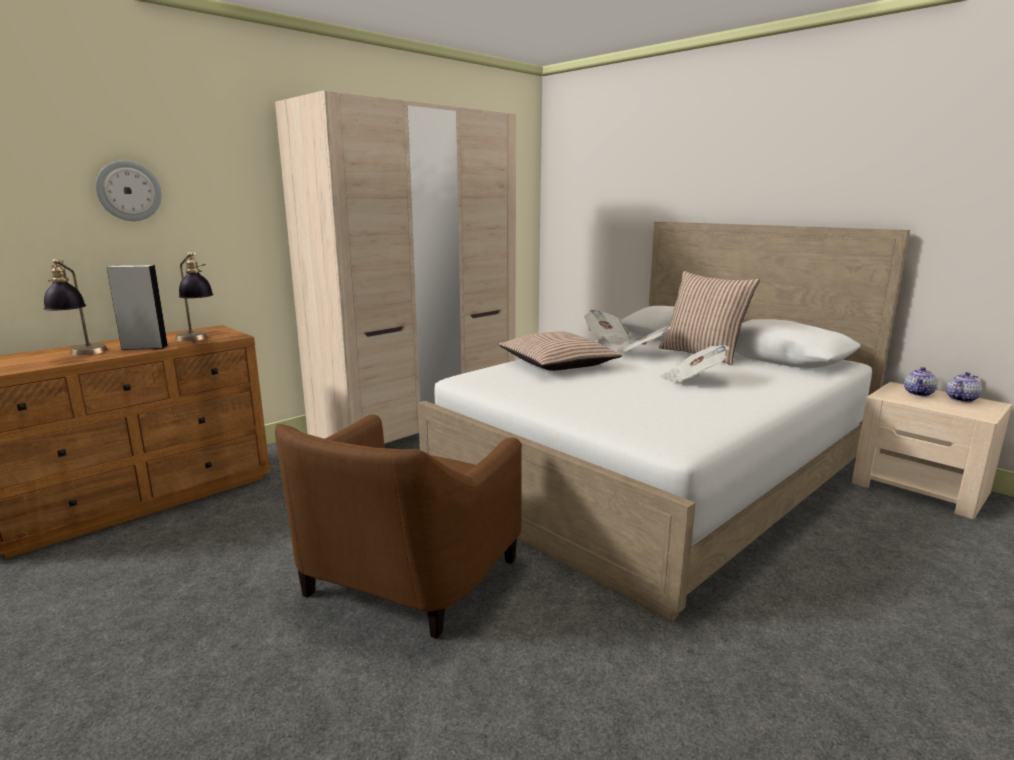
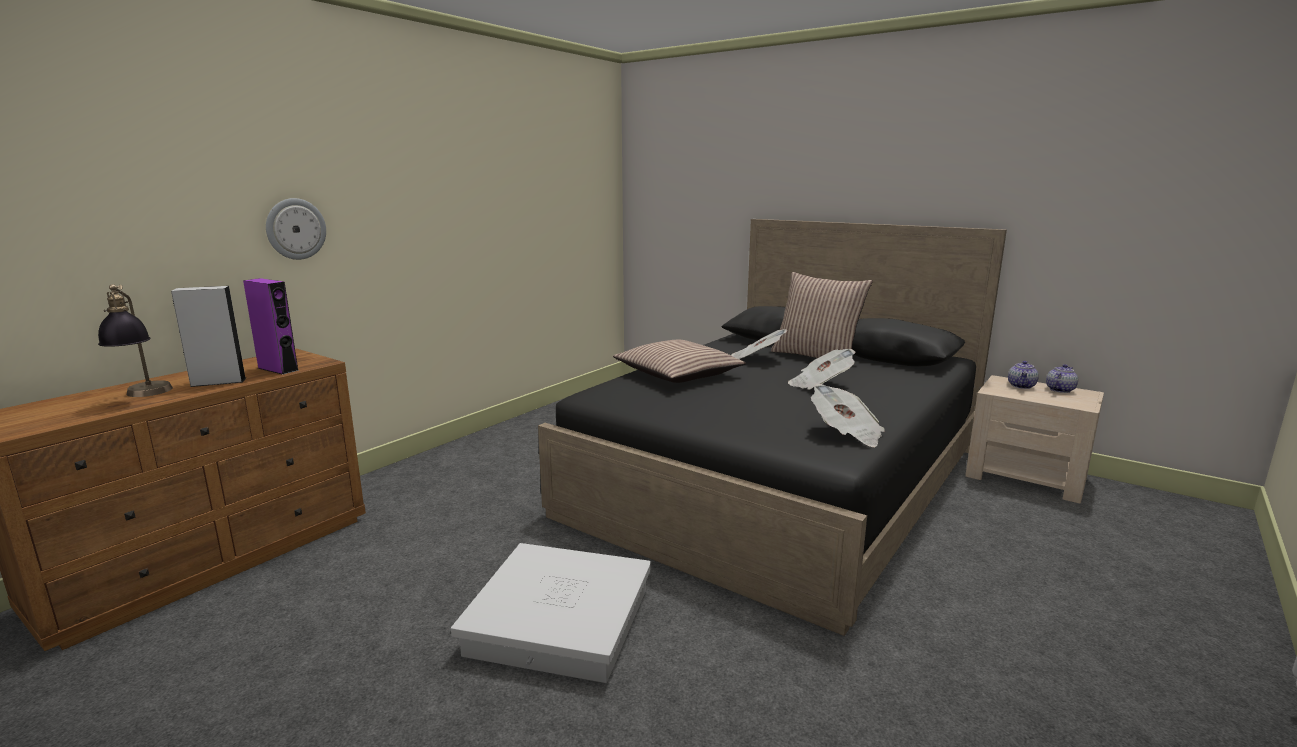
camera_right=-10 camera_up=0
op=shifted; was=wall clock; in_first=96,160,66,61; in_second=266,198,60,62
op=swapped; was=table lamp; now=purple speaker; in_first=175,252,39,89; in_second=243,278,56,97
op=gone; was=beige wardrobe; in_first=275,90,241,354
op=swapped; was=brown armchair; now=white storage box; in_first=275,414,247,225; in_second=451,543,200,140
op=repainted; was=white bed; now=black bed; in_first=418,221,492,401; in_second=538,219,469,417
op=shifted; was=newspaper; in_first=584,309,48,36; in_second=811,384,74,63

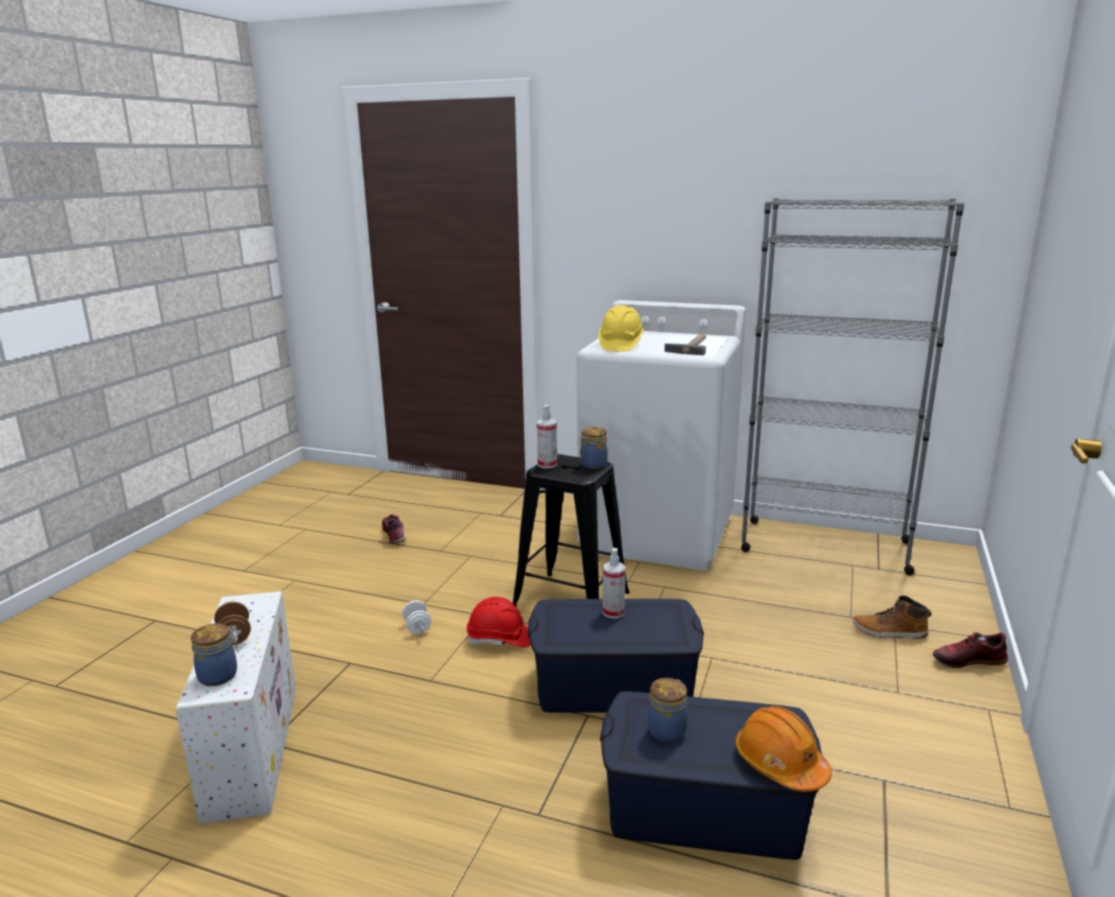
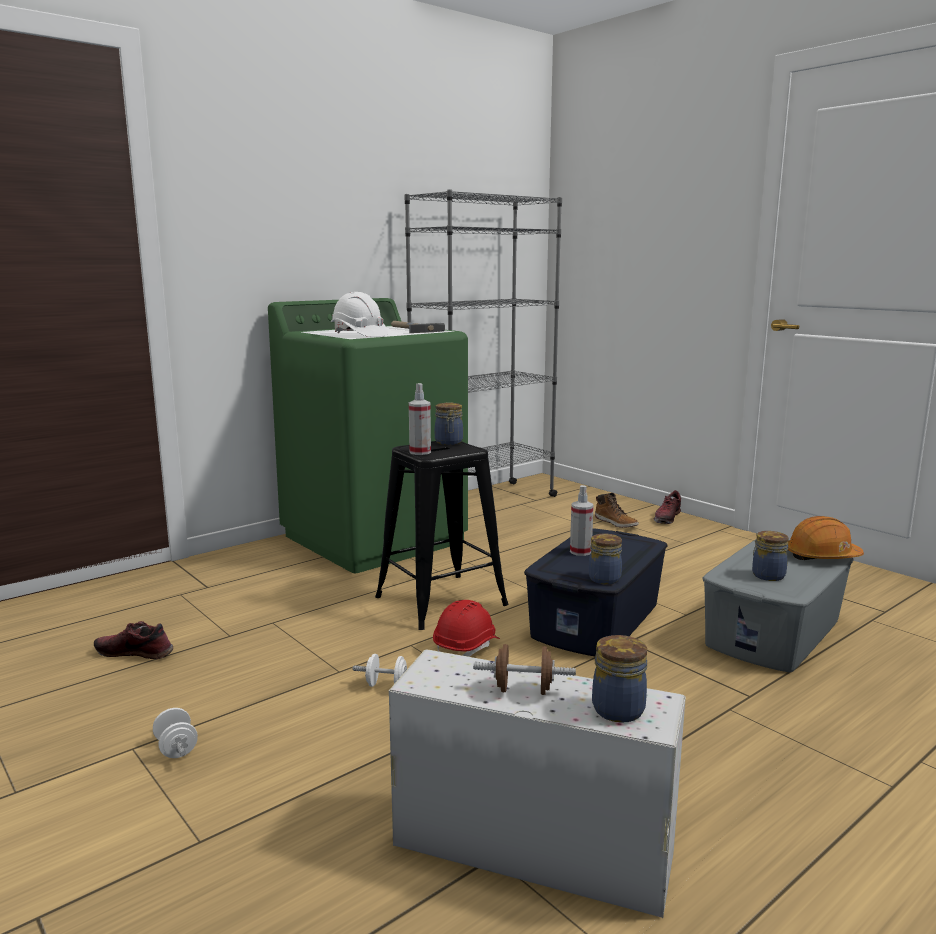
camera_right=-60 camera_up=-5
op=repainted; was=white washing machine; now=green washing machine; in_first=576,300,170,271; in_second=268,298,200,275
op=repainted; was=yellow hard hat; now=white hard hat; in_first=599,305,45,46; in_second=331,292,58,45
op=repainted; was=blue storage box; now=grey storage box; in_first=600,691,222,169; in_second=703,540,151,132
op=rotated; was=boot; in_first=853,596,78,43; in_second=595,493,44,35; clockwise=-75
op=new; now=white dumbbell; in_second=153,708,45,50
op=new; now=jar; in_second=588,534,34,50

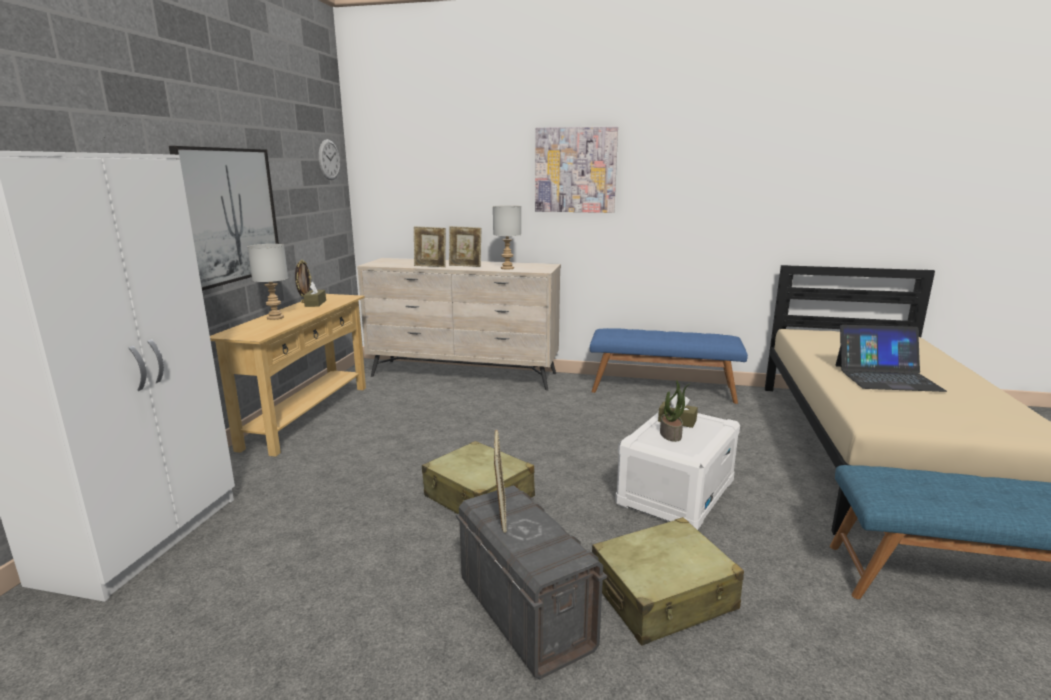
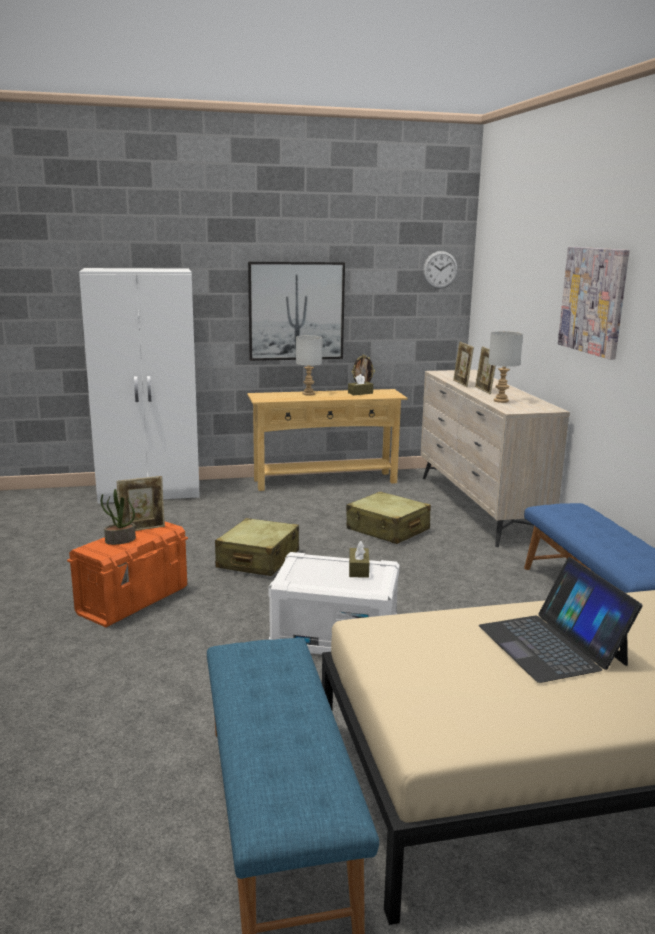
camera_right=65 camera_up=0
op=repainted; was=grey storage box; now=orange storage box; in_first=456,485,151,194; in_second=67,522,121,105
op=shifted; was=beige suitcase; in_first=592,517,152,129; in_second=346,491,85,53
op=shifted; was=potted plant; in_first=660,380,31,62; in_second=101,489,35,56

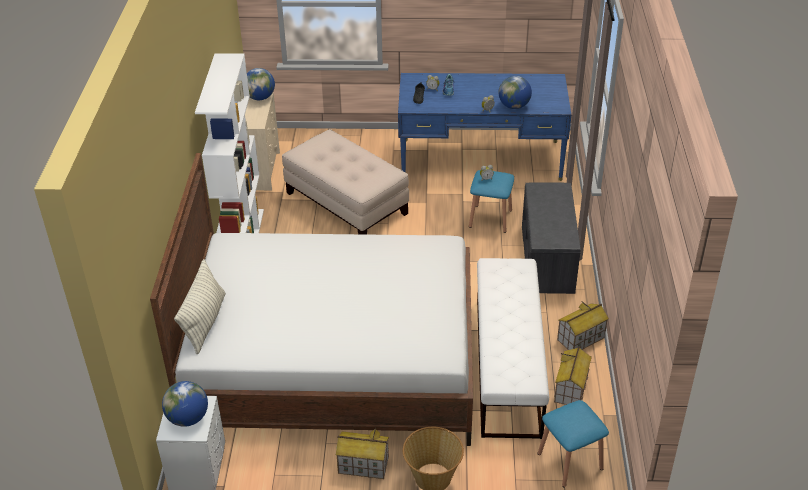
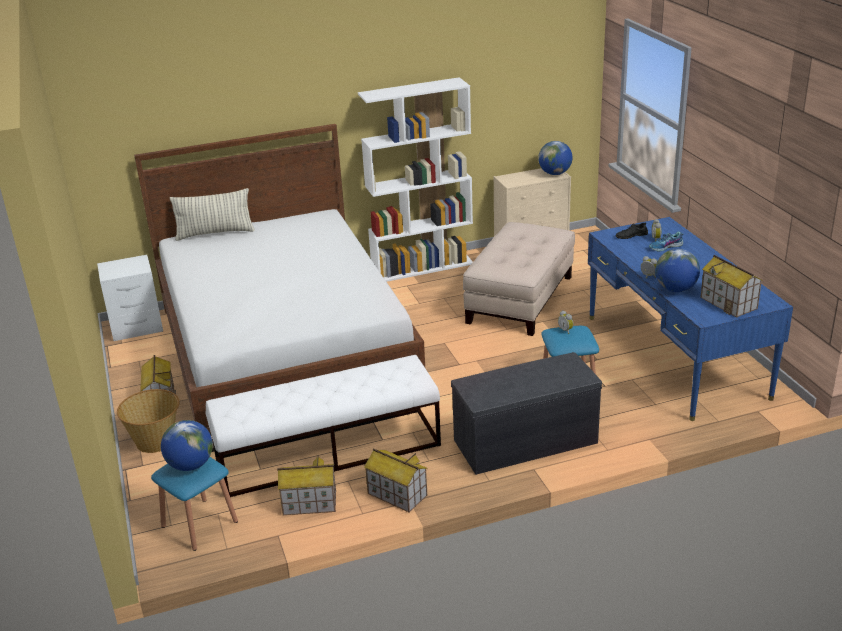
camera_right=70 camera_up=-10
op=shifted; was=globe; in_first=162,381,46,46; in_second=161,420,52,51
op=new; now=toy house; in_second=701,255,62,63

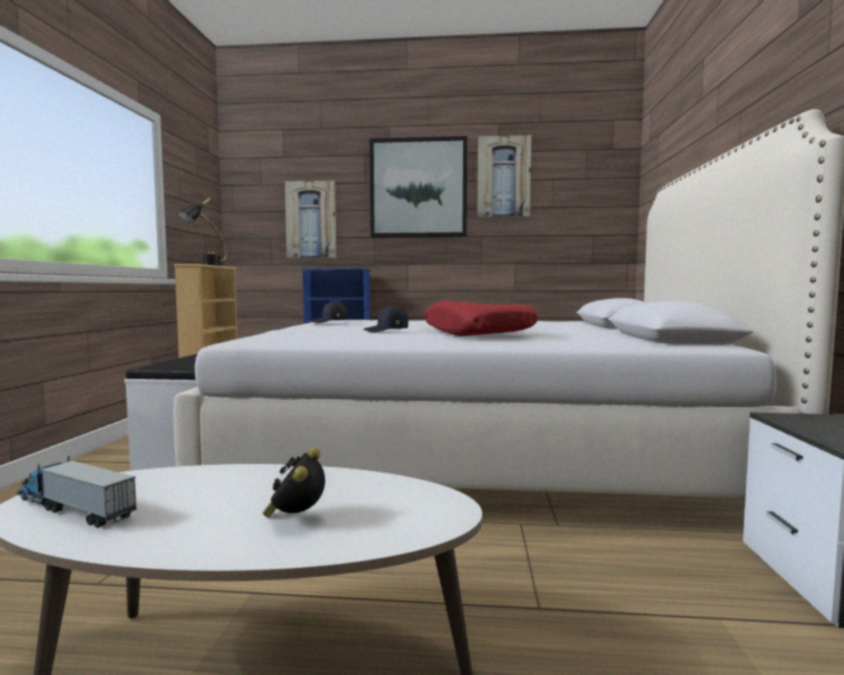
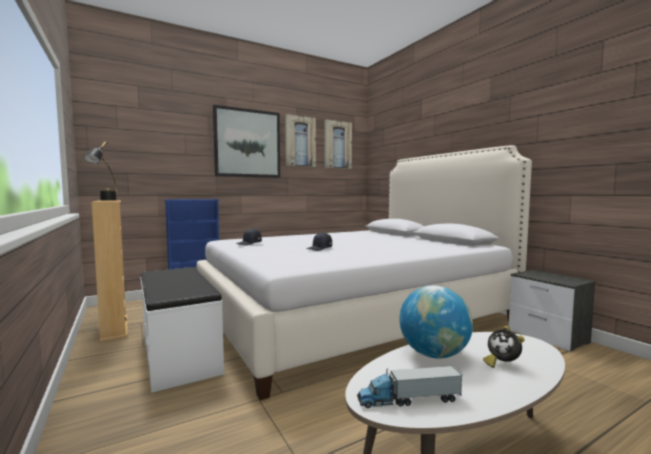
camera_right=-35 camera_up=0
op=shifted; was=picture; in_first=285,180,51,78; in_second=324,120,28,49
op=gone; was=red pillow; in_first=424,300,114,36
op=new; now=globe; in_second=399,285,74,74

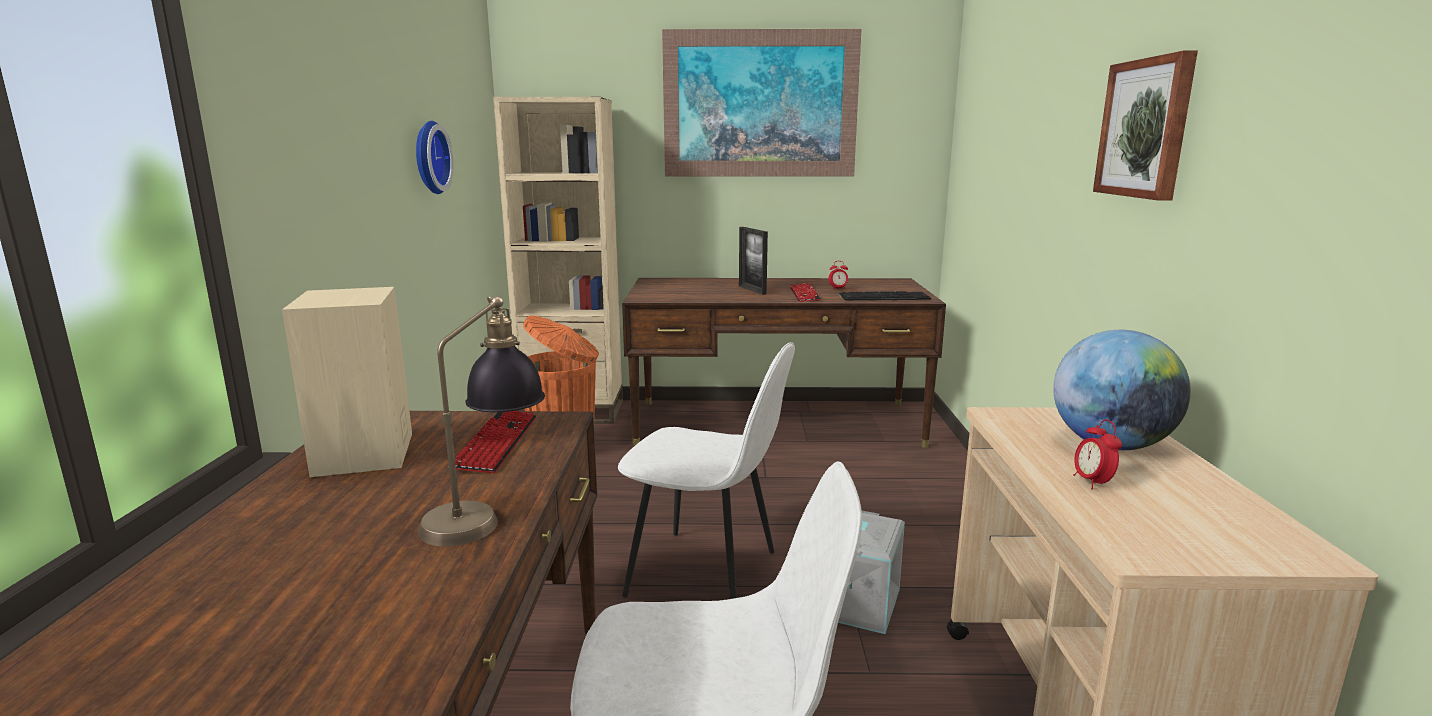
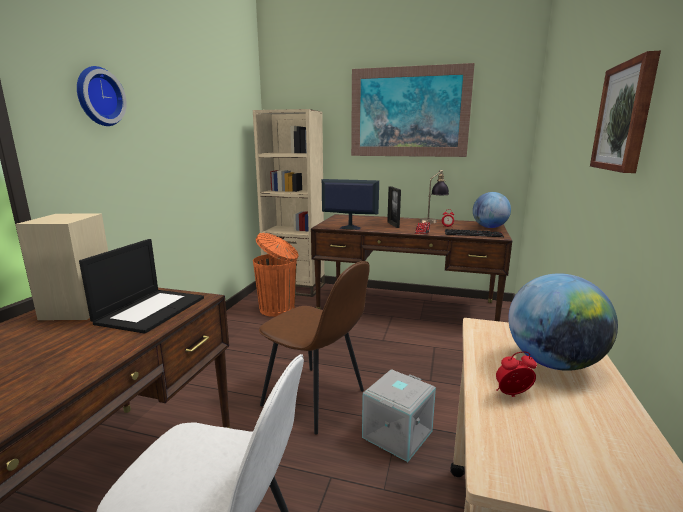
camera_right=15 camera_up=0
op=shifted; was=wall clock; in_first=416,121,37,73; in_second=77,66,50,60
op=shifted; was=table lamp; in_first=418,296,127,251; in_second=419,170,30,54
op=swapped; was=keyboard; now=laptop; in_first=455,411,81,62; in_second=79,239,125,95
op=repainted; was=white chair; now=brown chair; in_first=618,342,177,257; in_second=259,261,111,173
op=rotated; was=alarm clock; in_first=1073,420,49,70; in_second=496,352,41,45; clockwise=75
op=new; now=monitor; in_second=322,179,57,51
op=new; now=globe; in_second=473,192,38,36

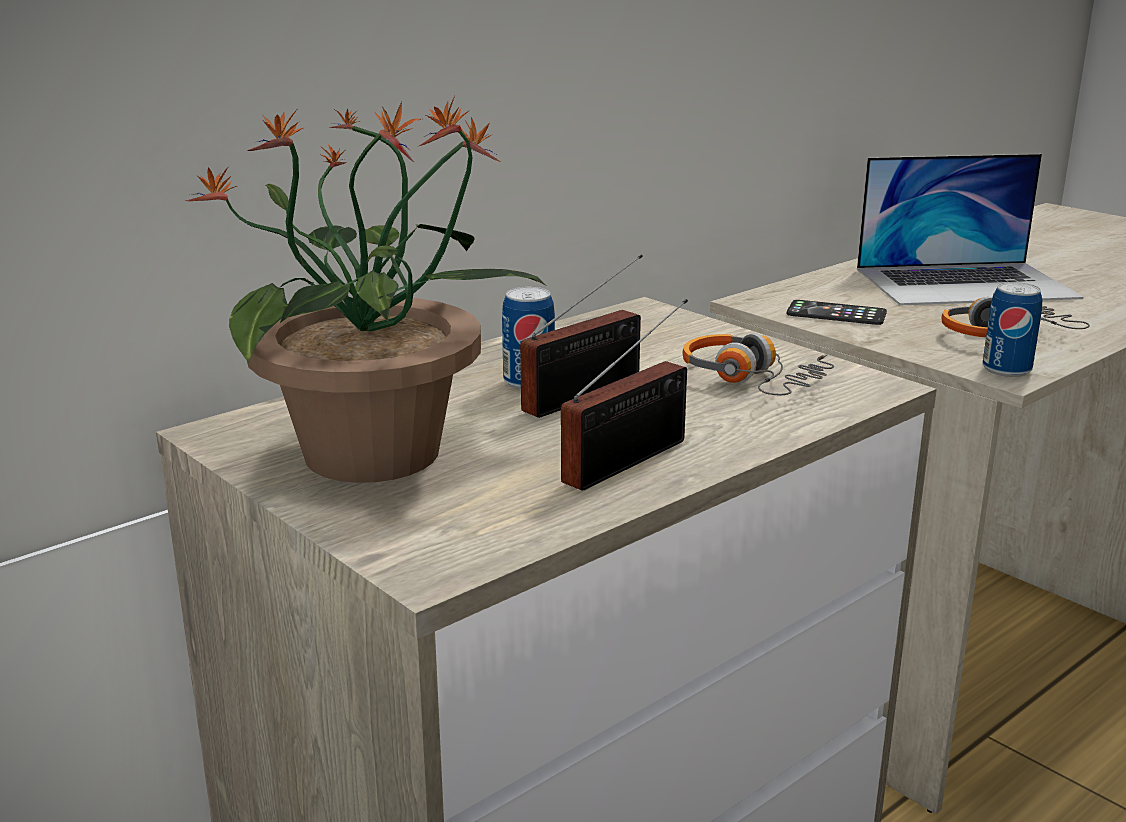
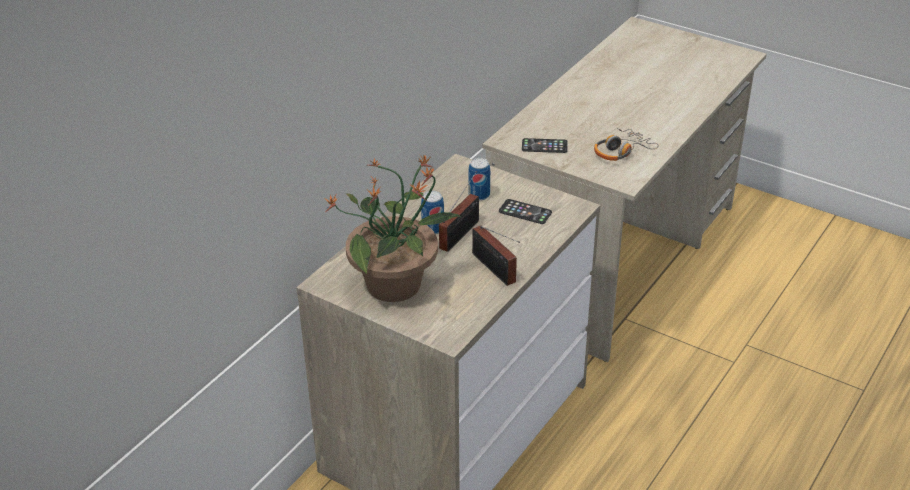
camera_right=-15 camera_up=15
op=rotated; was=radio; in_first=561,299,127,192; in_second=472,225,48,61; clockwise=120
op=swapped; was=headphones; now=phone; in_first=682,333,152,62; in_second=499,199,53,25
op=gone; was=laptop; in_first=857,154,226,151
op=shifted; was=can; in_first=983,282,59,95; in_second=468,158,22,43

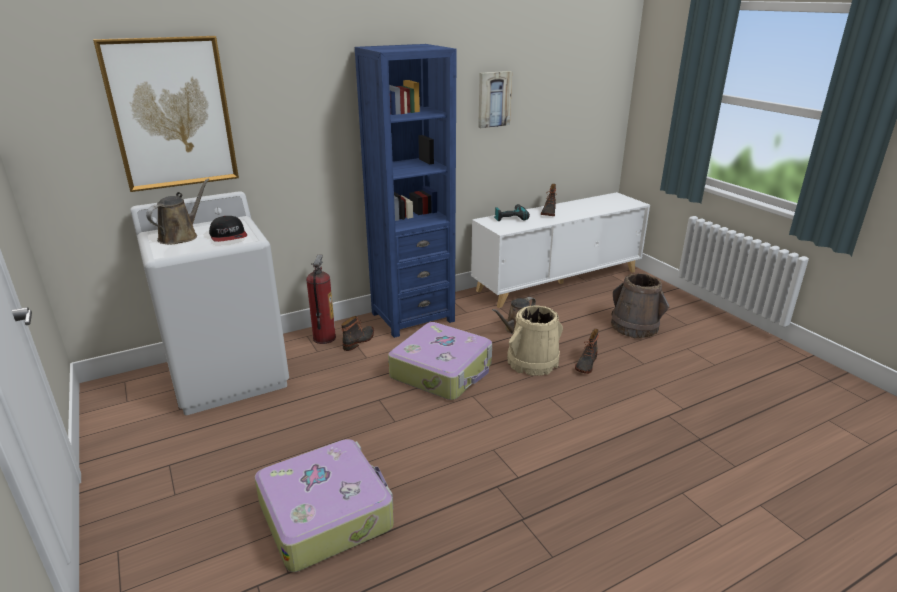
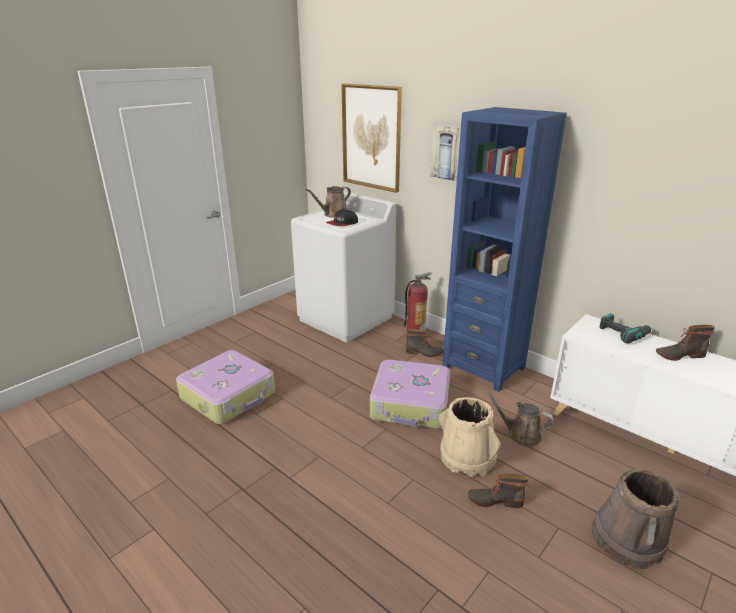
camera_right=70 camera_up=0
op=rotated; was=brown watering can; in_first=146,179,63,65; in_second=305,186,46,31; clockwise=135
op=shifted; was=picture; in_first=478,71,34,57; in_second=430,125,31,56

